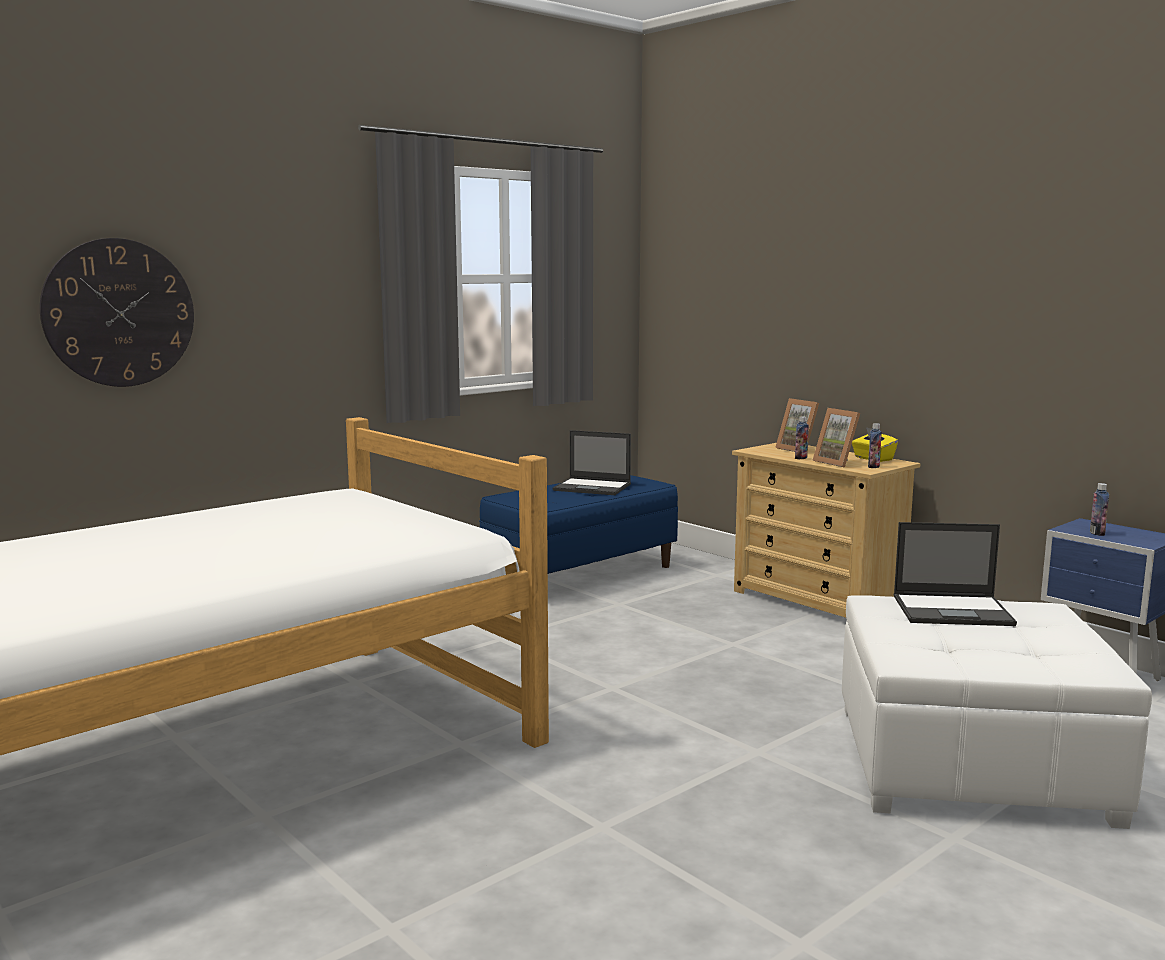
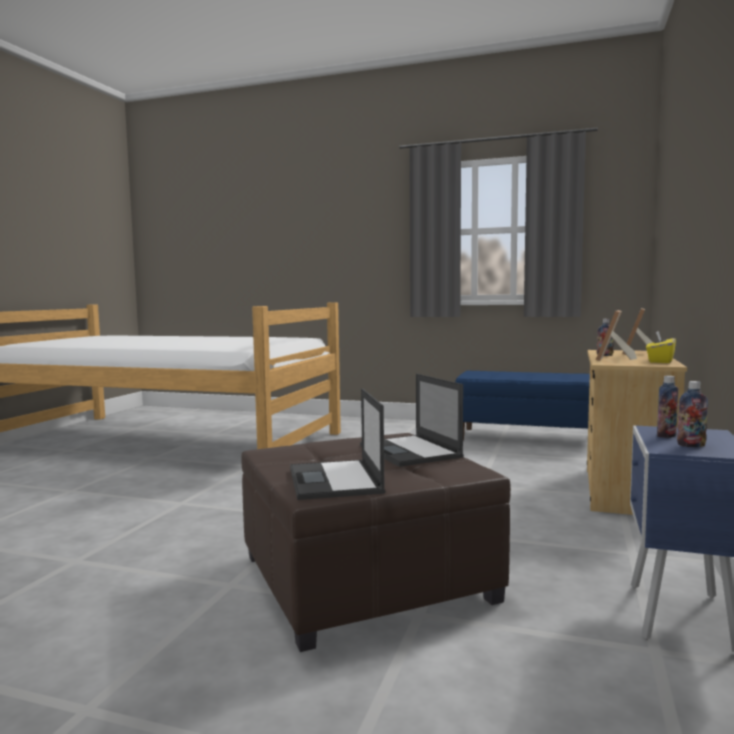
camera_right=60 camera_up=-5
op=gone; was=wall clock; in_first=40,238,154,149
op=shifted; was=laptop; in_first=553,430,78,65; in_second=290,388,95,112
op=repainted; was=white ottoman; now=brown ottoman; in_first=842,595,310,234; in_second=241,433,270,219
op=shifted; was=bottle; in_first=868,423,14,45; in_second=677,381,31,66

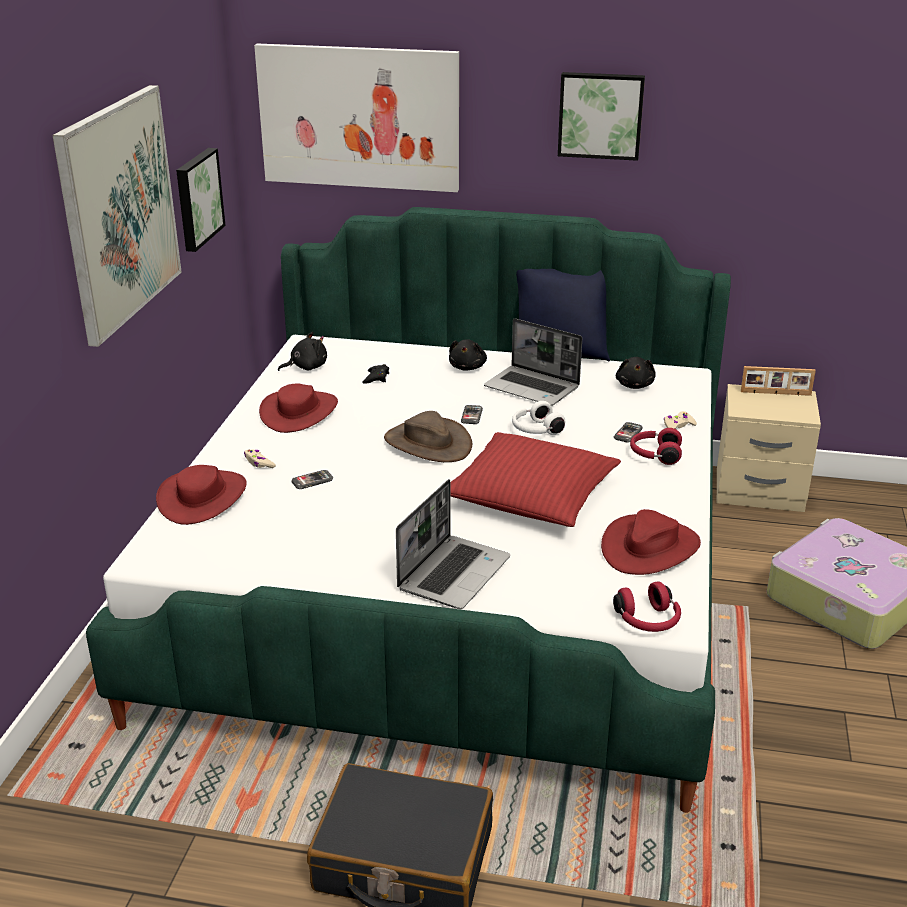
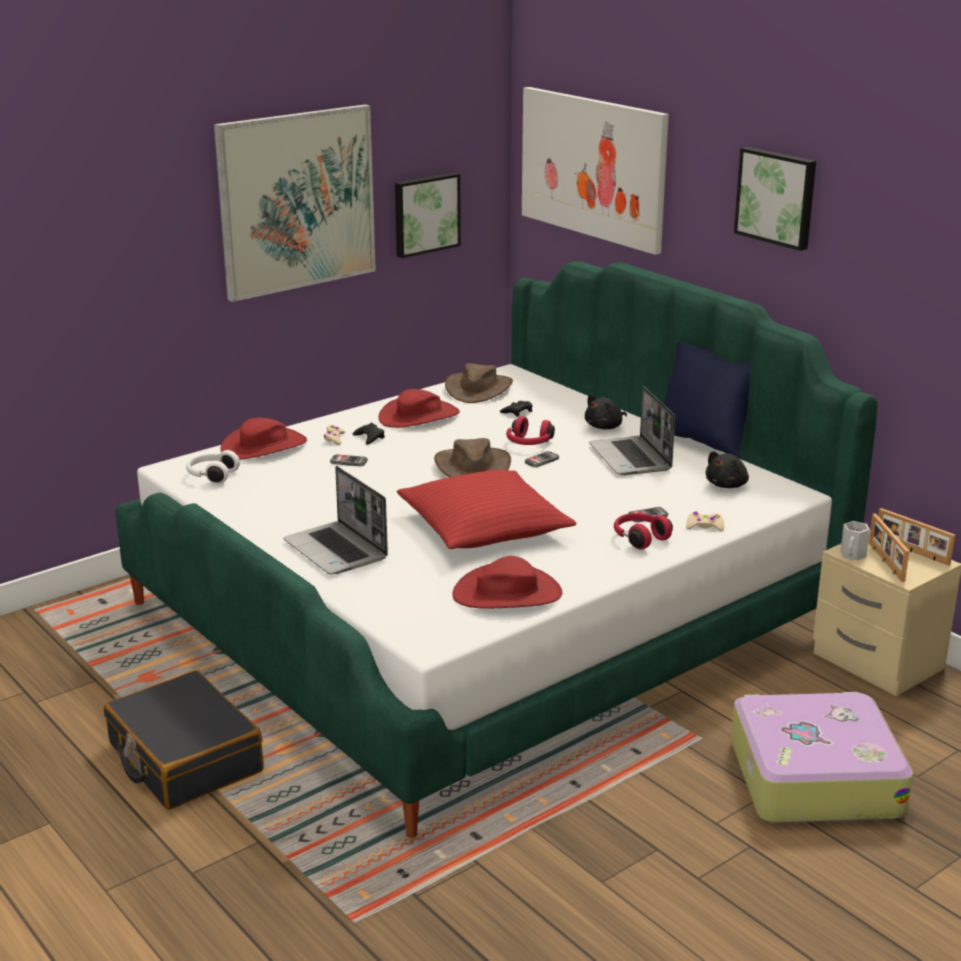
camera_right=40 camera_up=-5
op=swapped; was=black plush toy; now=brown hat; in_first=278,332,49,39; in_second=445,363,68,40
op=rotated; was=laptop; in_first=396,479,114,130; in_second=283,466,105,109; clockwise=75
op=shifted; was=white headphones; in_first=512,401,53,34; in_second=186,450,54,34
op=shifted; was=red headphones; in_first=613,582,68,50; in_second=506,416,49,29
op=new; now=black game controller; in_second=353,423,32,22
op=new; now=white mug; in_second=840,521,30,39
op=new; now=picture frame; in_second=869,513,41,69

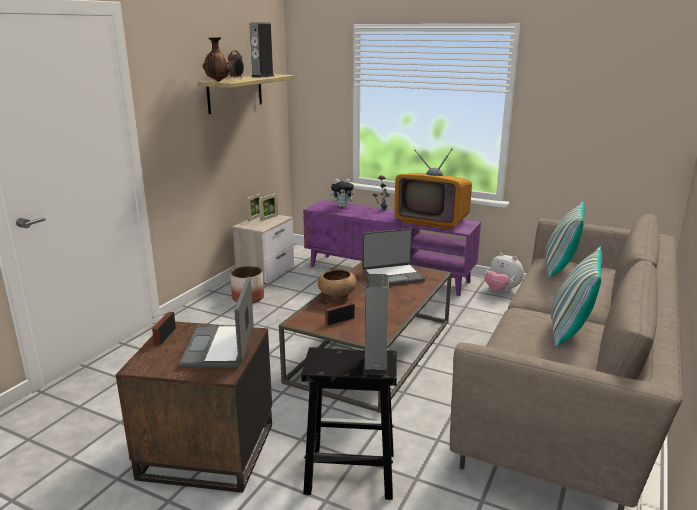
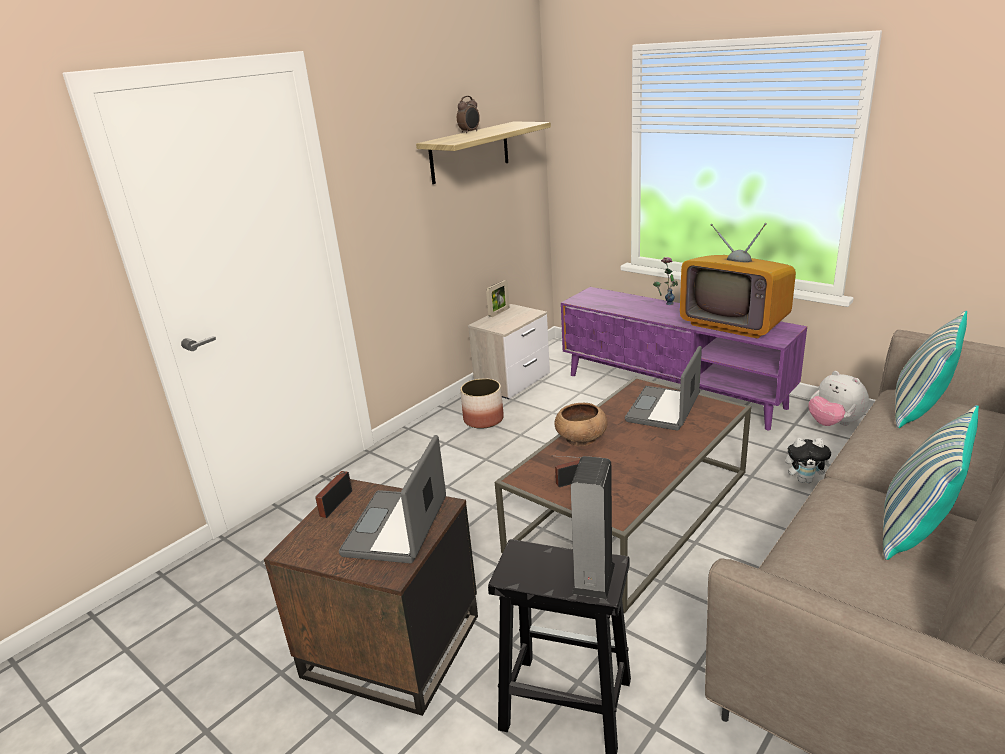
camera_right=15 camera_up=5
op=gone; was=vase; in_first=203,37,29,44
op=gone; was=speaker; in_first=250,22,24,56
op=gone; was=picture frame; in_first=259,193,19,28
op=shifted; was=plush toy; in_first=331,179,26,28; in_second=786,438,45,45
op=rotated; was=laptop; in_first=362,228,63,58; in_second=625,346,77,84; clockwise=120

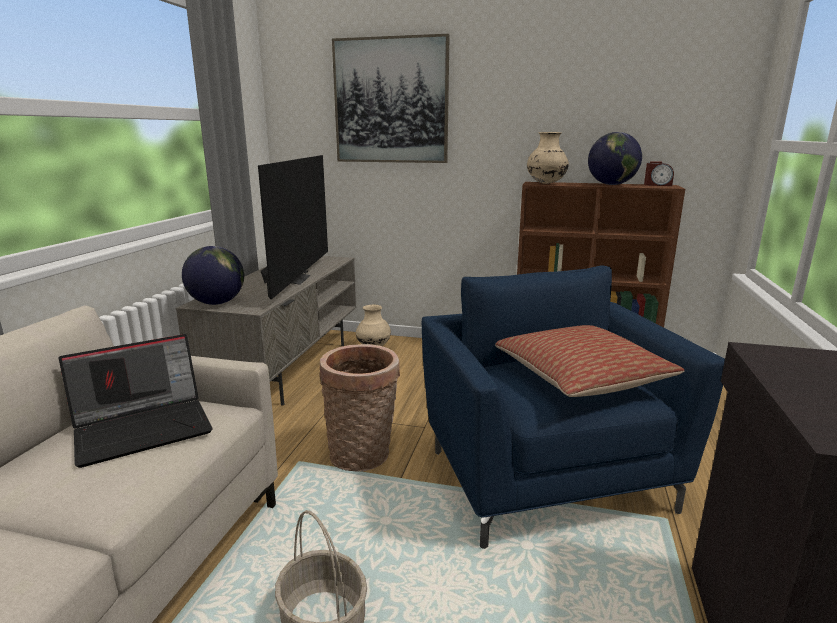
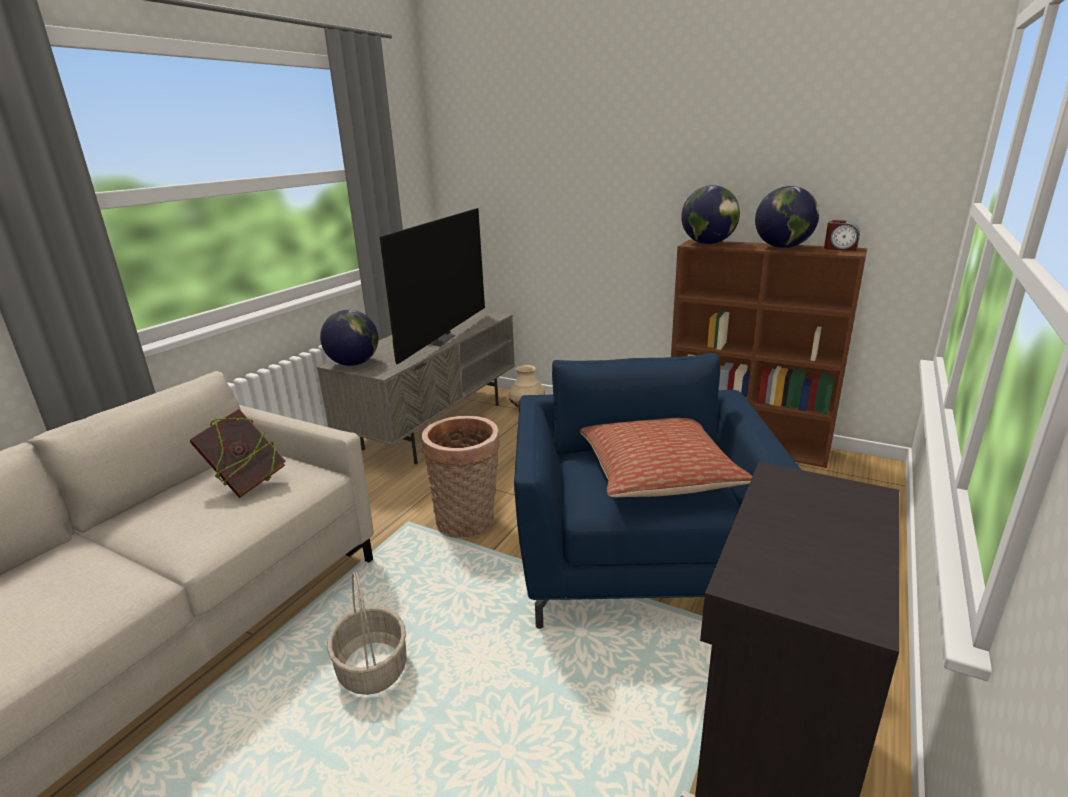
camera_right=15 camera_up=5
op=swapped; was=laptop; now=book; in_first=59,334,153,134; in_second=190,409,96,89
op=gone; was=picture; in_first=332,34,118,129
op=swapped; was=beige vase; now=globe; in_first=527,132,42,52; in_second=681,185,59,59

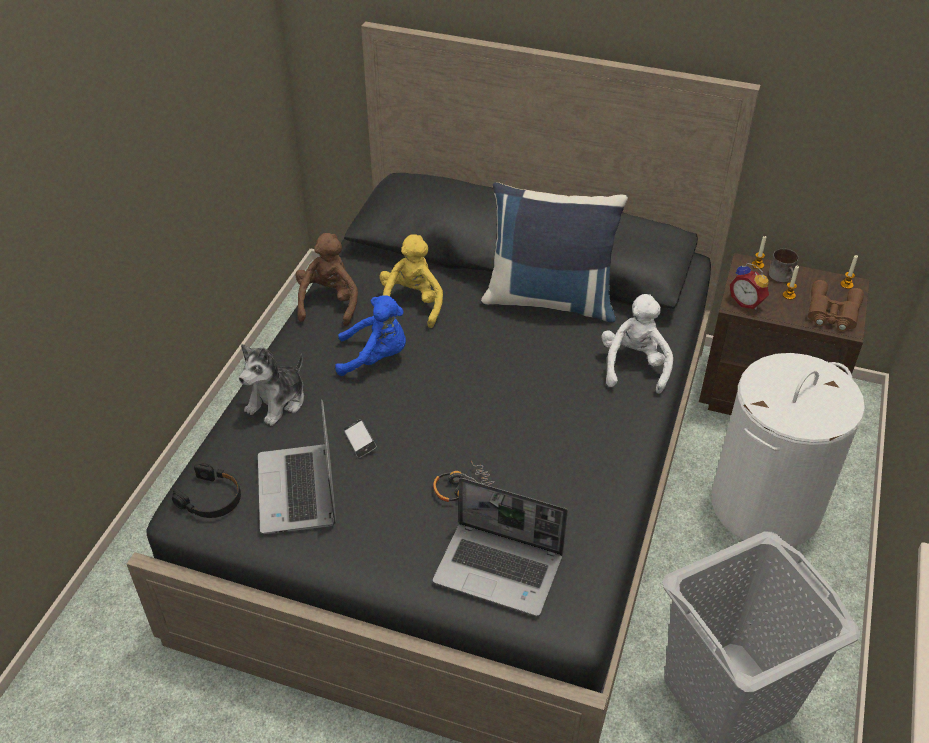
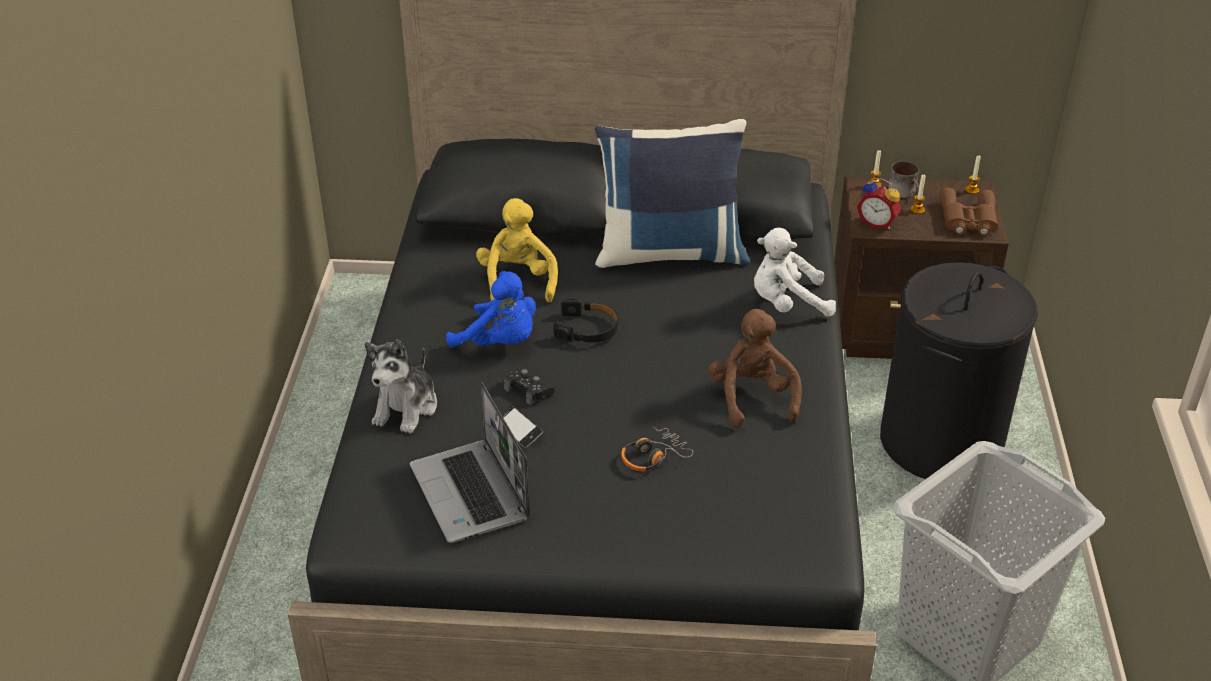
camera_right=-15 camera_up=-5
op=shifted; was=black headphones; in_first=172,463,69,55; in_second=553,298,65,45
op=shifted; was=brown plush toy; in_first=295,233,63,93; in_second=709,309,93,119
op=rotated; was=blue plush toy; in_first=335,295,71,81; in_second=446,271,90,77; clockwise=45
op=gone; was=laptop; in_first=433,478,135,138
op=rotated; was=white plush toy; in_first=601,294,72,100; in_second=754,228,82,88; clockwise=-90
op=repainted; was=white laundry basket; now=black laundry basket; in_first=712,353,153,194; in_second=880,262,158,217
op=new; now=black game controller; in_second=504,367,51,38

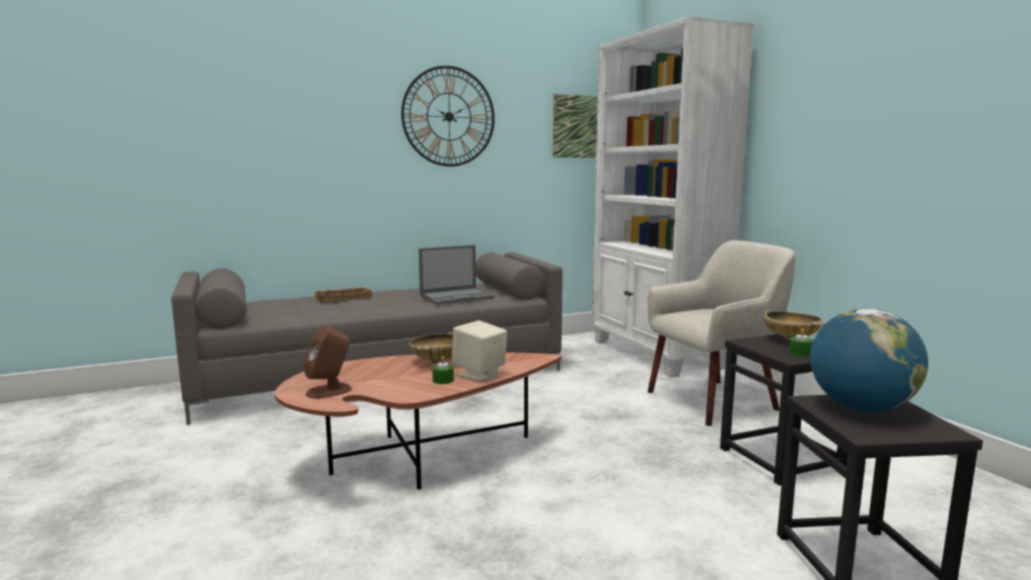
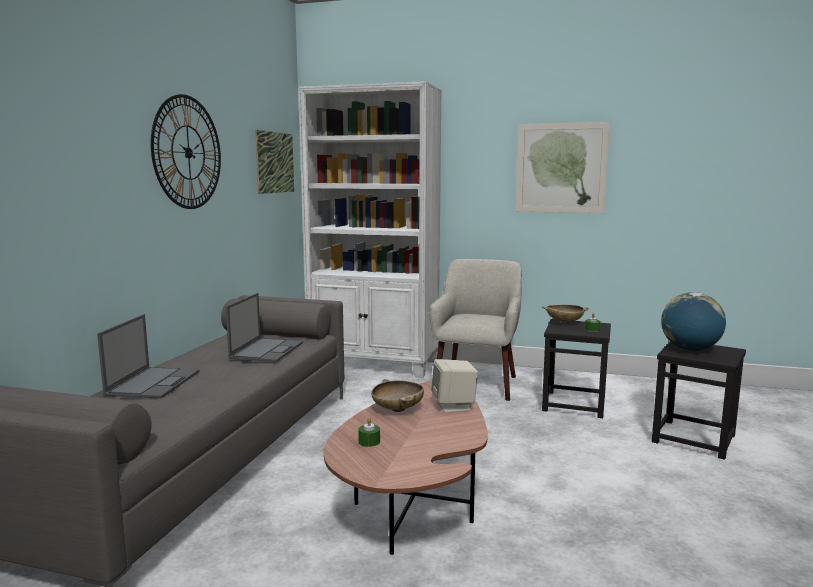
camera_right=-50 camera_up=0
op=gone; was=brown speaker; in_first=304,326,48,73
op=swapped; was=beige tray; now=laptop; in_first=312,287,61,15; in_second=97,314,102,84
op=shifted; was=green candle; in_first=432,356,22,28; in_second=358,418,22,29
op=new; now=picture; in_second=516,122,94,91

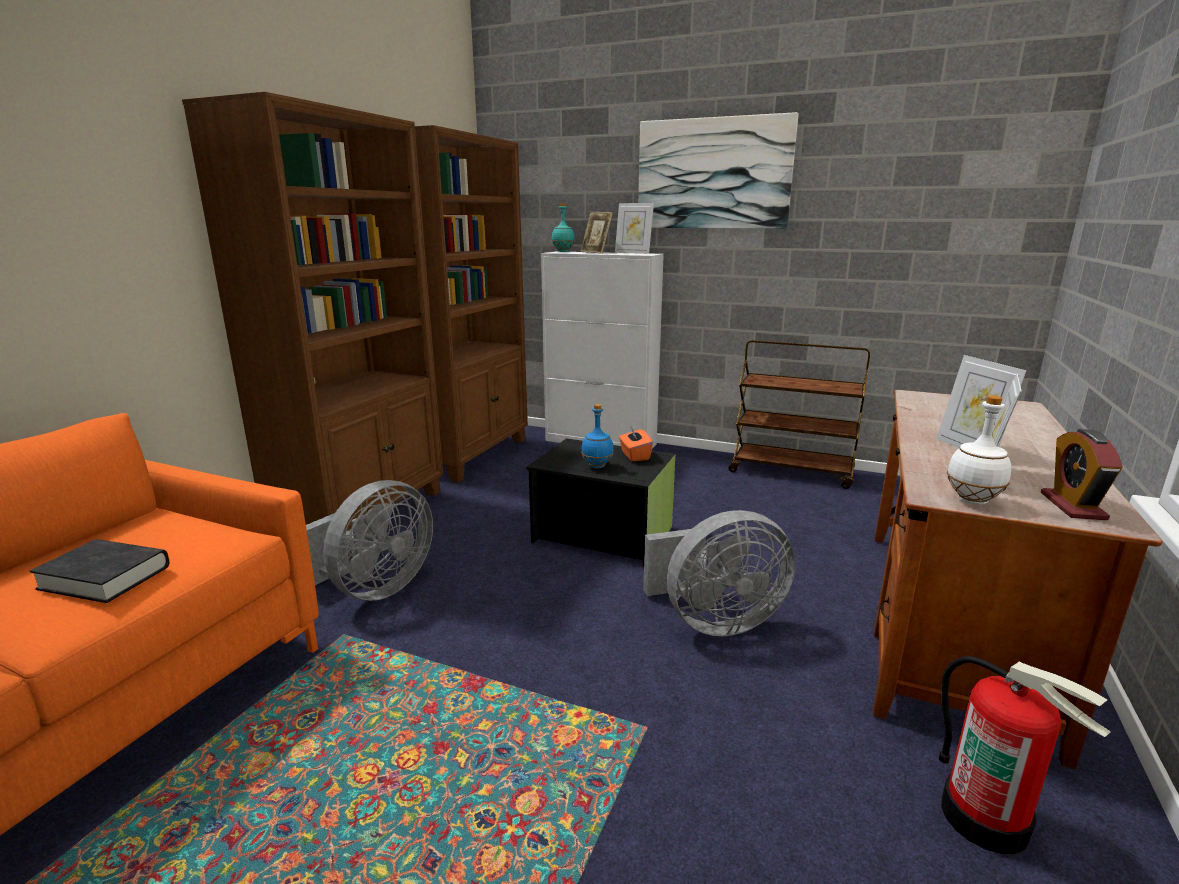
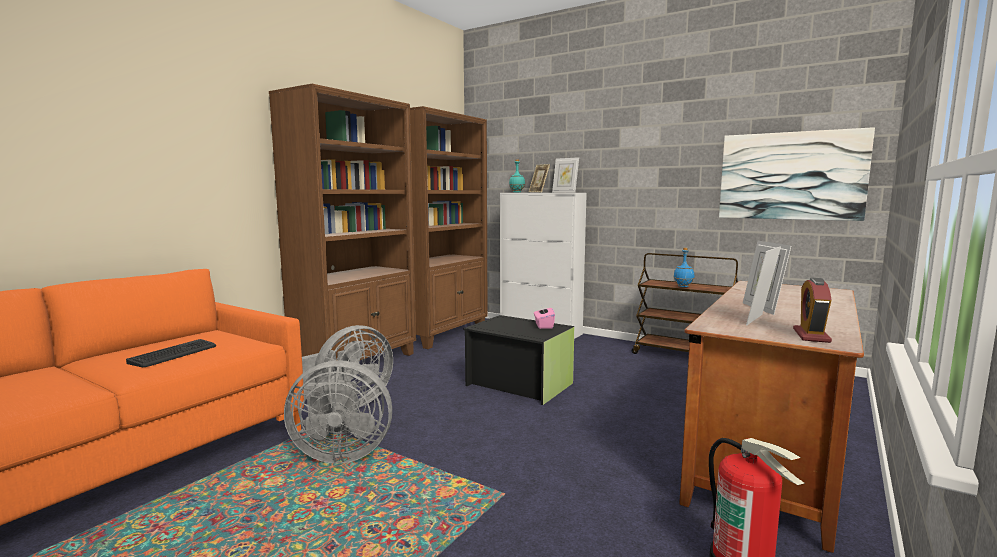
camera_right=10 camera_up=-10
op=swapped; was=black book; now=keyboard; in_first=30,539,139,64; in_second=126,339,90,28
op=shifted; was=blue bottle; in_first=581,404,33,65; in_second=674,248,20,39
op=repainted; was=orange tissue box; now=pink tissue box; in_first=619,427,34,34; in_second=534,307,21,22
op=shifted; was=picture; in_first=638,112,161,117; in_second=719,127,156,94
op=shifted; was=grey fan; in_first=643,510,153,126; in_second=284,360,108,103
op=gone; was=white bottle; in_first=947,396,64,109

